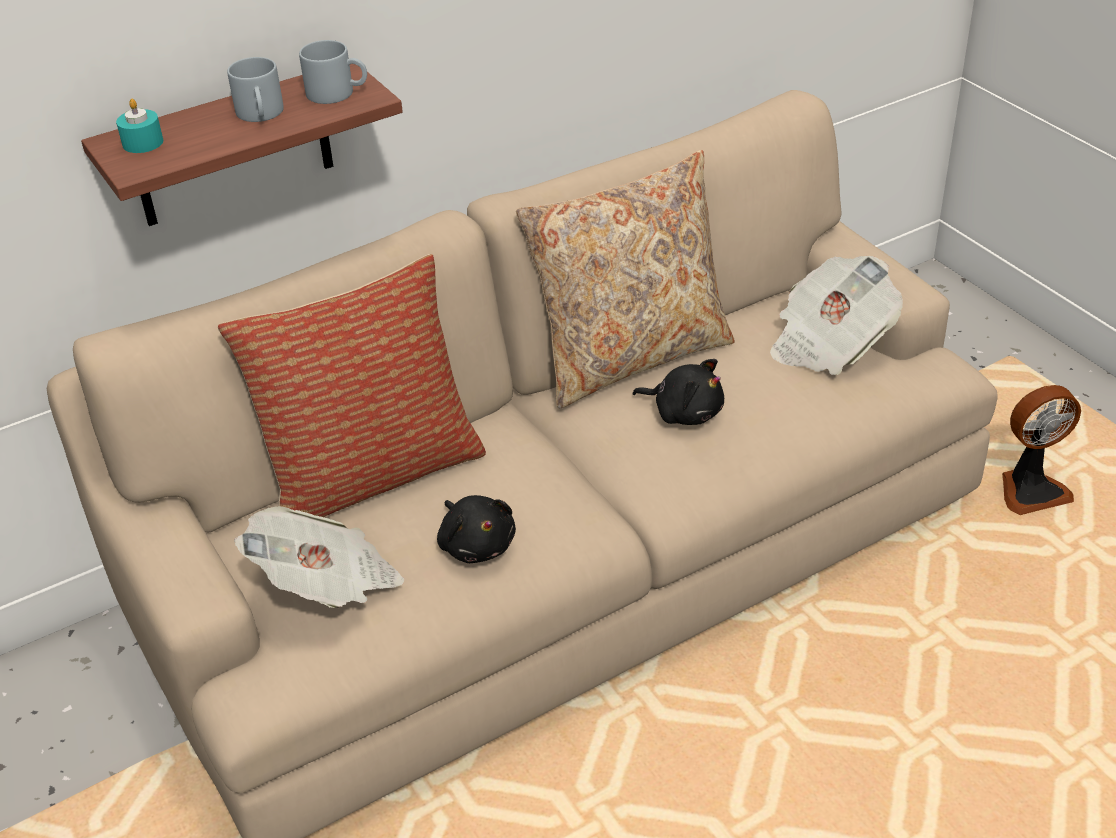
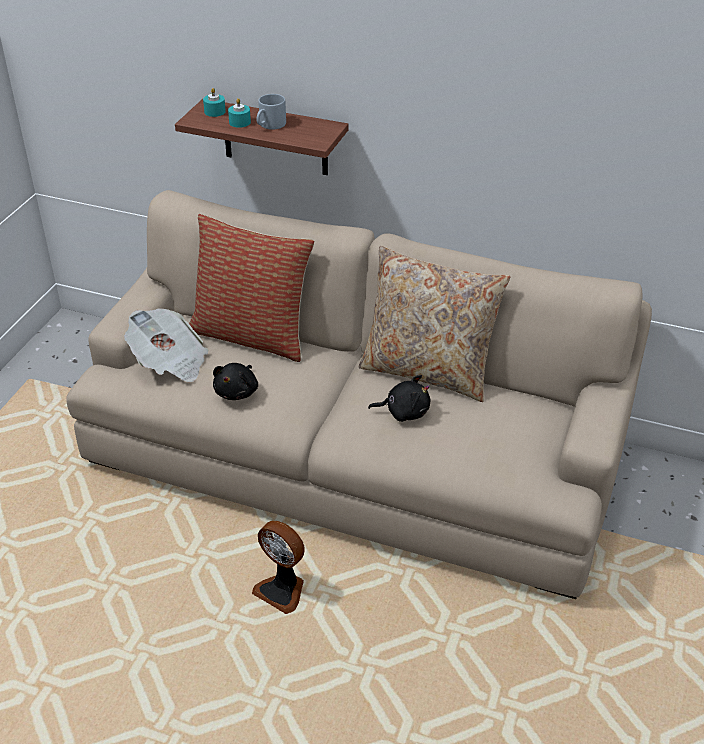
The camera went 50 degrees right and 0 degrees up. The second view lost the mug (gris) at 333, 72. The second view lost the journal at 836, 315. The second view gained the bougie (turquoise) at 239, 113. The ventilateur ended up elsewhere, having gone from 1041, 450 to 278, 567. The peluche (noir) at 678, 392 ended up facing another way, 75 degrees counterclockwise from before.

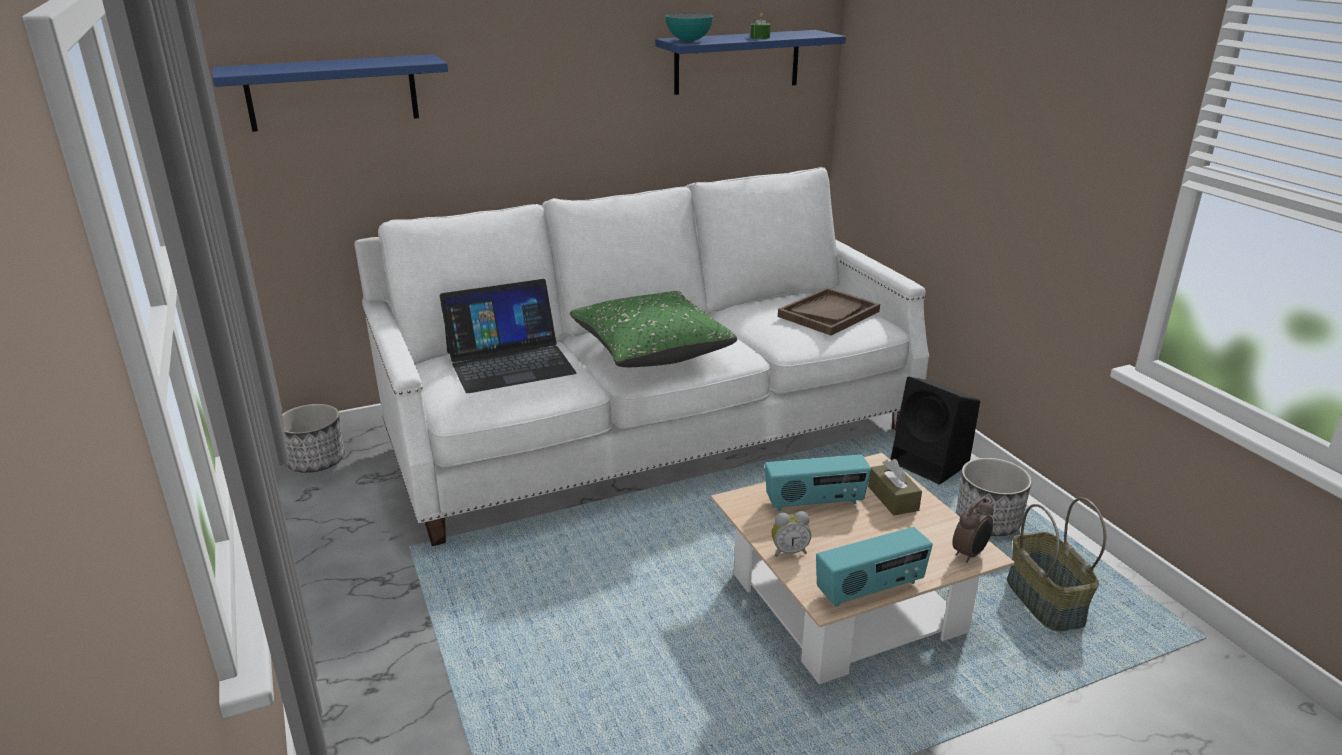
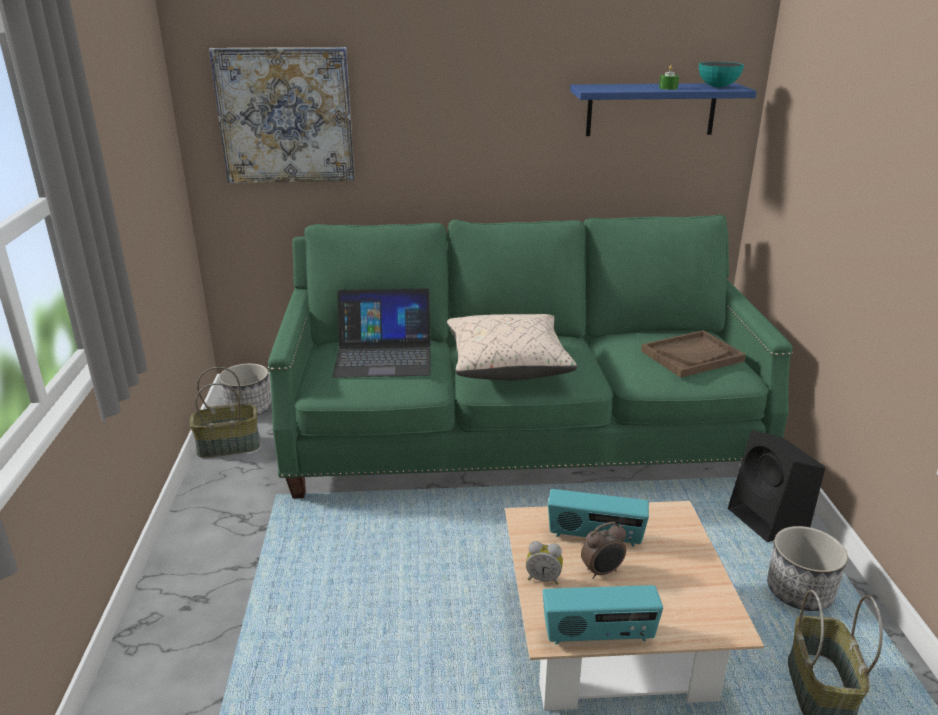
The camera went 20 degrees right and 0 degrees up. The second view lost the boîte à mouchoirs (marron) at 895, 487. The second view gained the panier at 225, 412. The bol ended up elsewhere, having gone from 689, 27 to 721, 74. The réveil ended up elsewhere, having gone from 973, 530 to 603, 550. Where the étagère (bleu) hung at 330, 93, the tableau came to hang at 282, 115. What was the canapé (blanc) at 641, 356 turned into the canapé (vert) at 530, 356. What was the coussin (vert) at 653, 329 turned into the coussin (beige) at 512, 347.

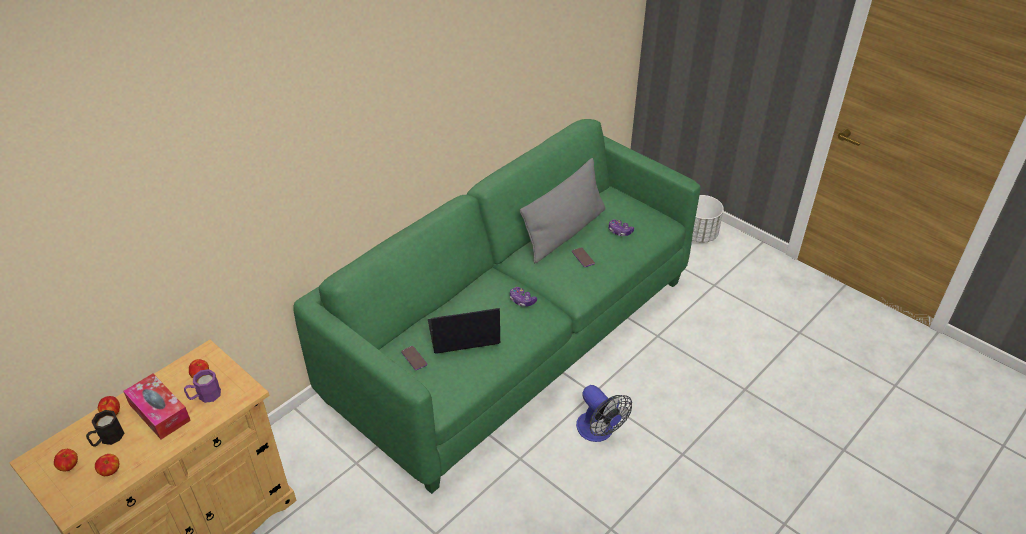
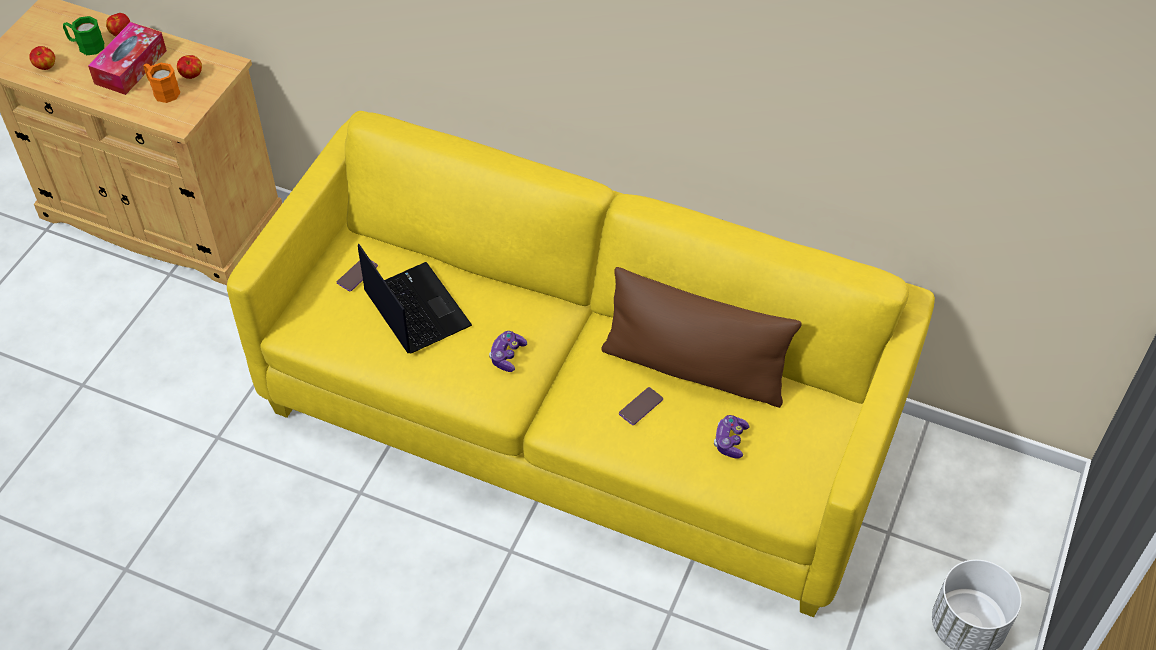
The camera went 70 degrees right and 10 degrees up. The second view lost the pomme at 66, 460. The second view lost the ventilateur at 604, 413. What was the mug (noir) at 105, 428 turned into the mug (vert) at 83, 35. What was the mug (violet) at 202, 386 turned into the mug (orange) at 162, 83. What was the canapé (vert) at 496, 306 turned into the canapé (jaune) at 581, 364. What was the coussin (gris) at 562, 210 turned into the coussin (marron) at 701, 337.

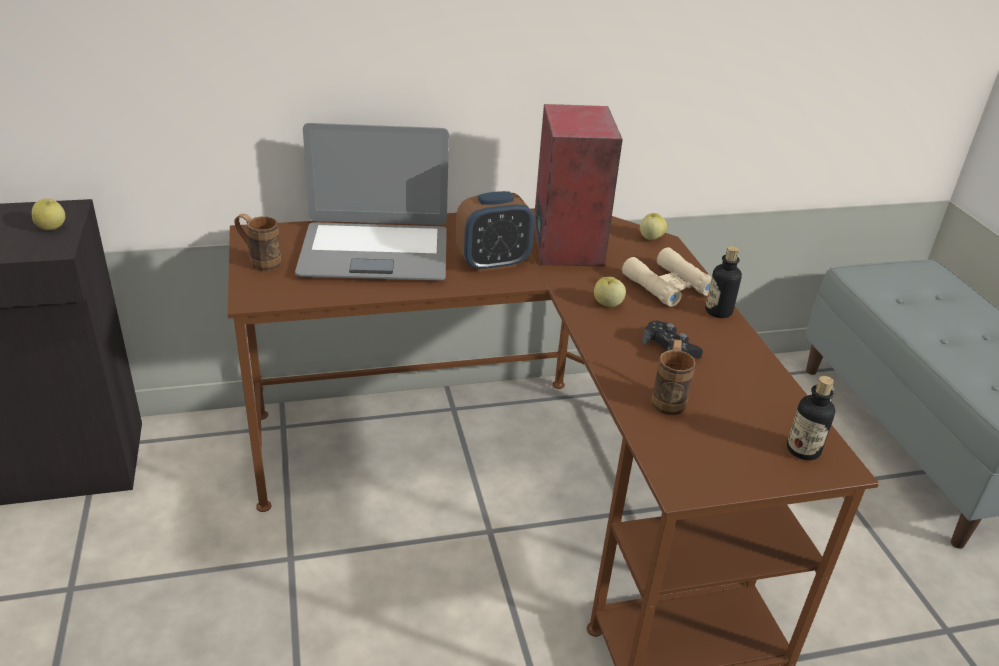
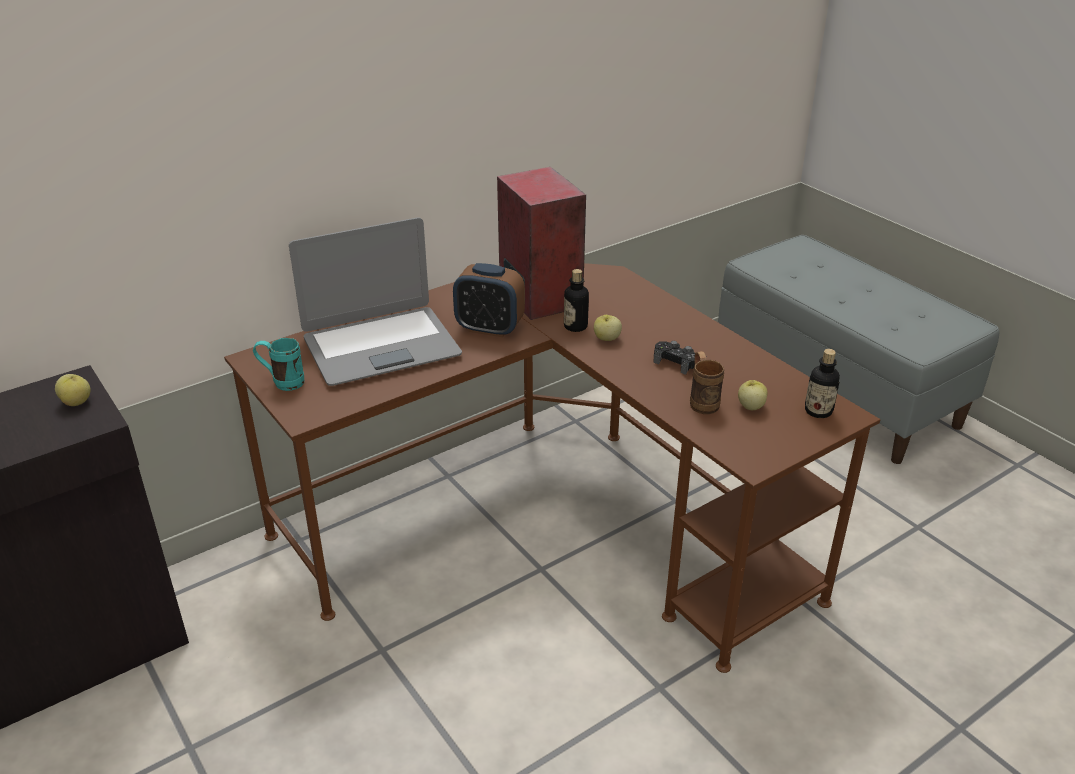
The camera went 20 degrees left and 0 degrees up. The second view lost the jumelles (beige) at 667, 277. The pomme ended up elsewhere, having gone from 653, 226 to 753, 395. The bouteille ended up elsewhere, having gone from 723, 282 to 576, 300. What was the mug (marron) at 257, 242 turned into the mug (turquoise) at 278, 364. The réveil at 495, 231 ended up facing another way, 60 degrees clockwise from before.

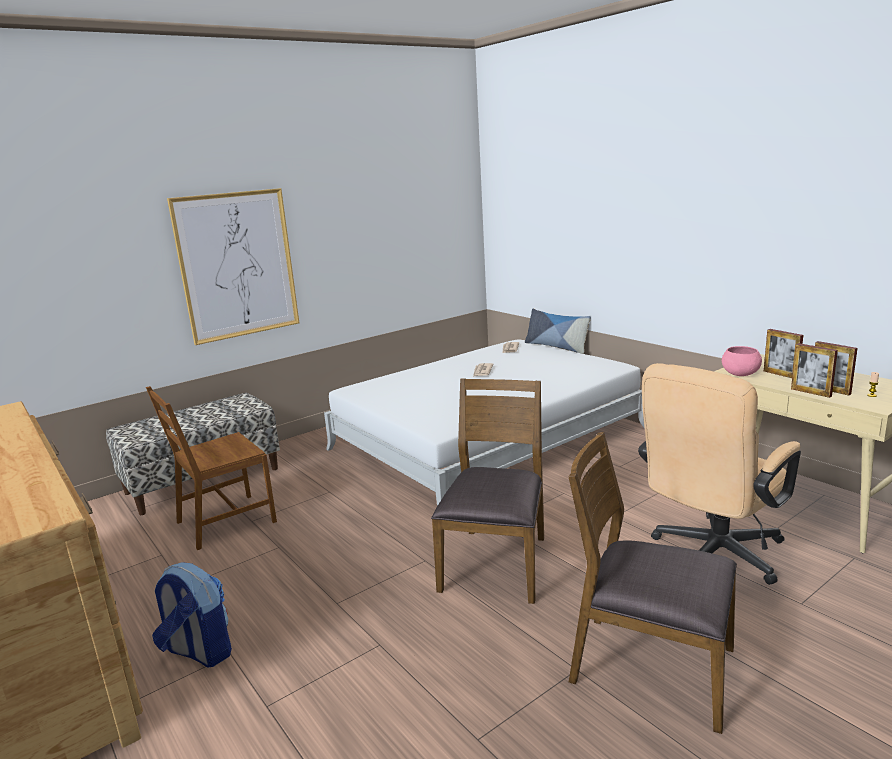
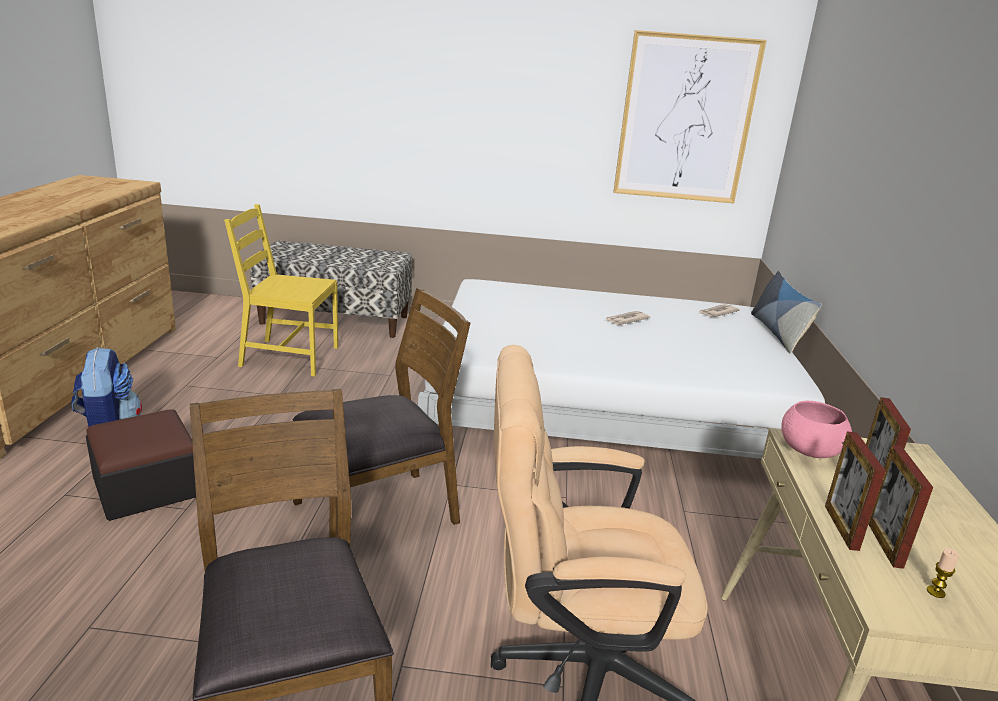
The camera went 40 degrees right and 5 degrees up. The second view gained the pouf at 141, 465. The tableau ended up elsewhere, having gone from 233, 266 to 690, 116. What was the chaise (marron) at 211, 468 turned into the chaise (jaune) at 281, 290.

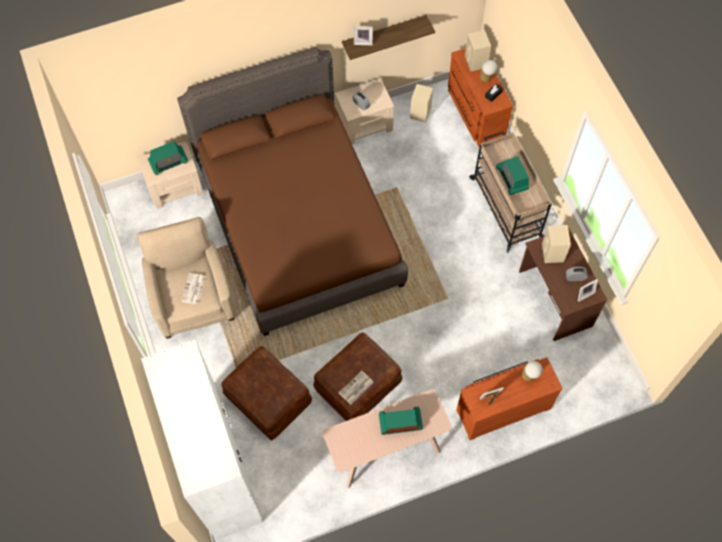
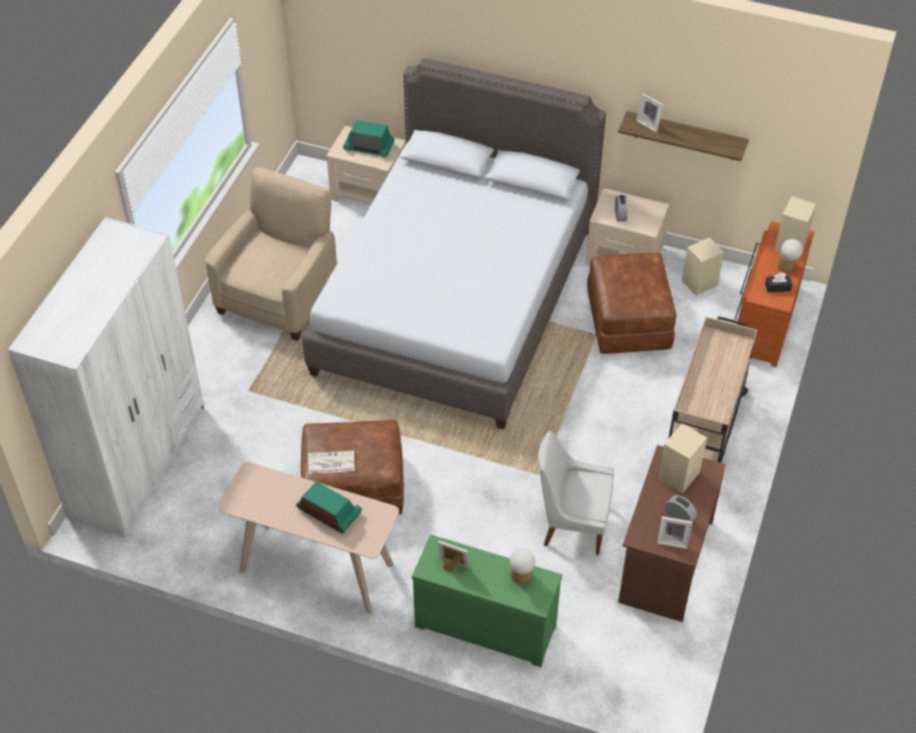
The camera went 40 degrees right and 15 degrees down. The second view lost the journal at 193, 288. The second view lost the radio at 512, 175. The second view gained the chaise (blanc) at 576, 493. The pouf (marron) ended up elsewhere, having gone from 267, 393 to 631, 303. What was the lit (marron) at 292, 191 turned into the lit (gris) at 454, 244. What was the commode (marron) at 509, 398 turned into the commode (vert) at 487, 601.

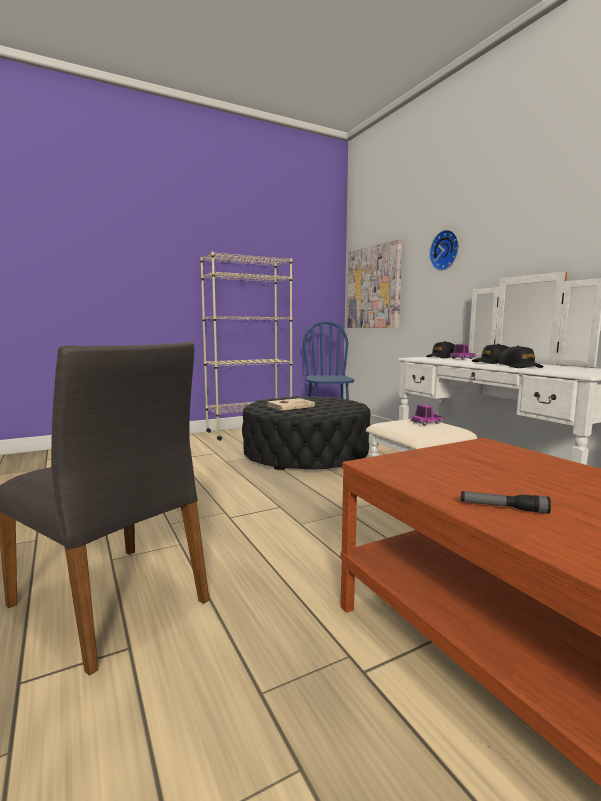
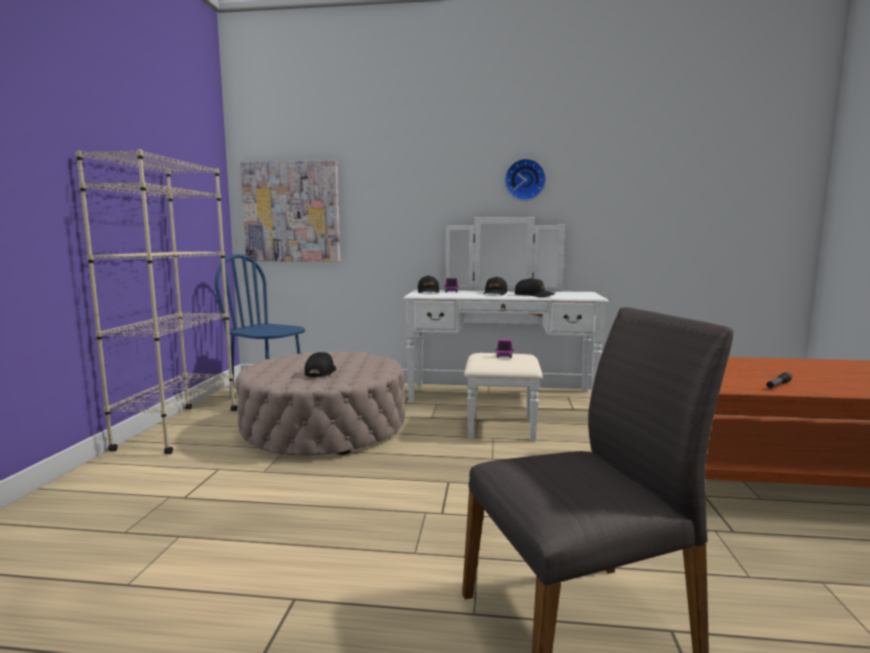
The camera went 55 degrees left and 0 degrees up. The horloge murale ended up elsewhere, having gone from 444, 250 to 525, 180. Where the livre (beige) stood at 290, 404, the casquette (noir) came to stand at 320, 364. What was the pouf (noir) at 306, 433 turned into the pouf (beige) at 320, 403.

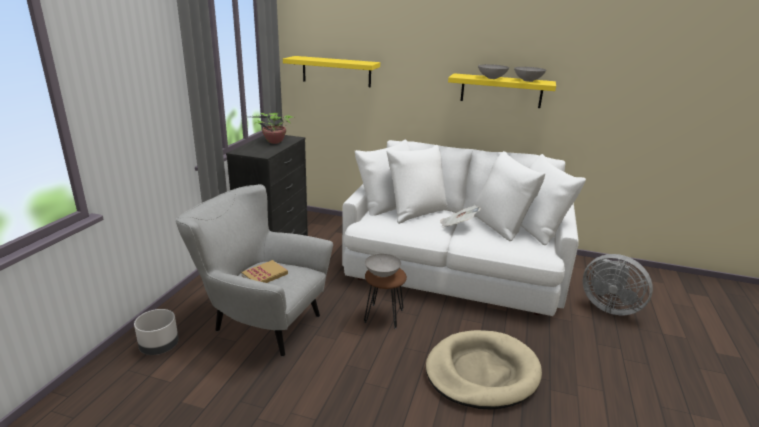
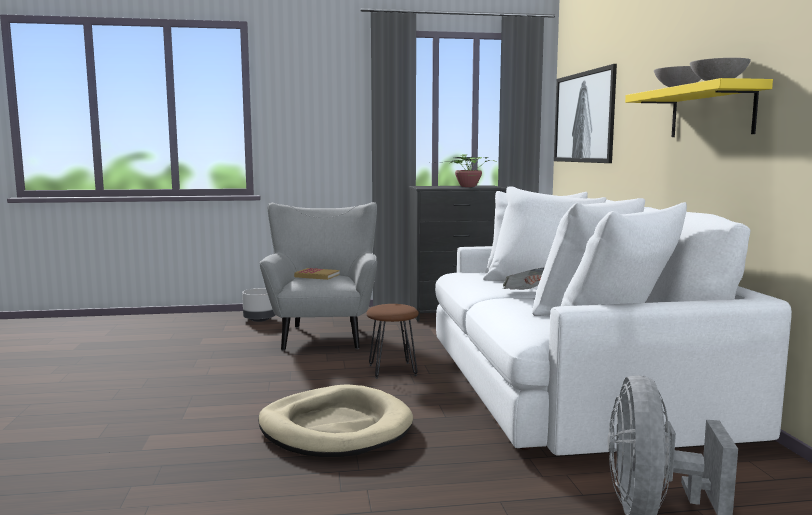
The camera went 65 degrees right and 15 degrees down. The second view lost the bol (gris) at 383, 265. Where the étagère (jaune) hung at 331, 71, the tableau came to hang at 585, 113.

